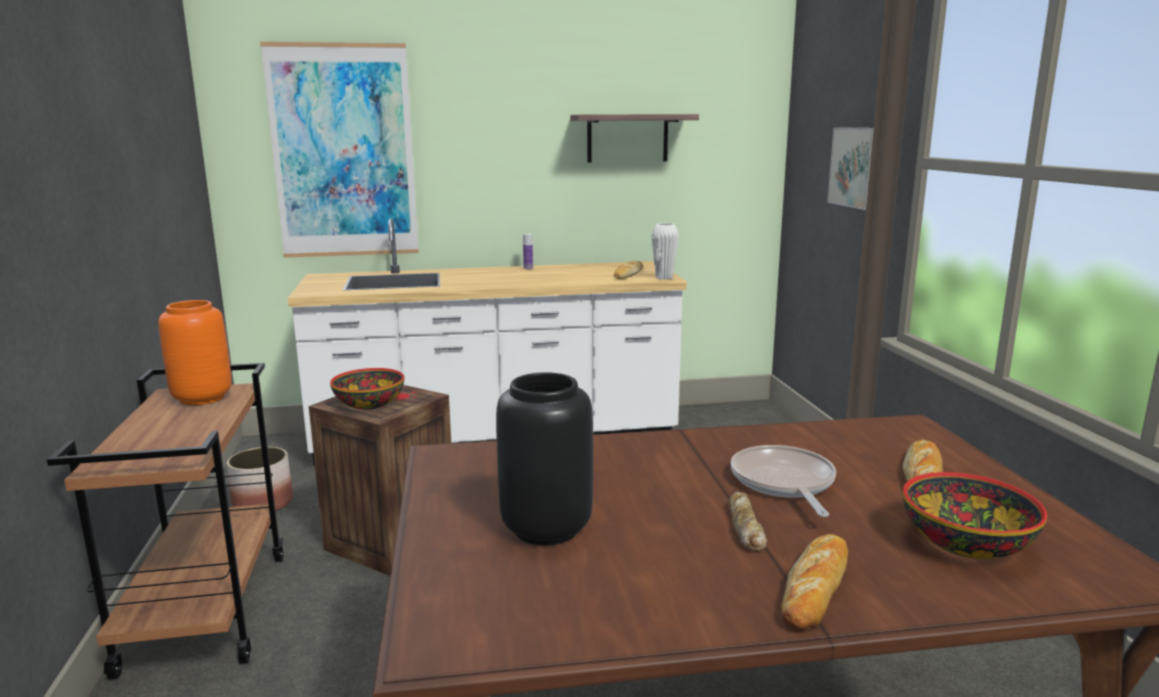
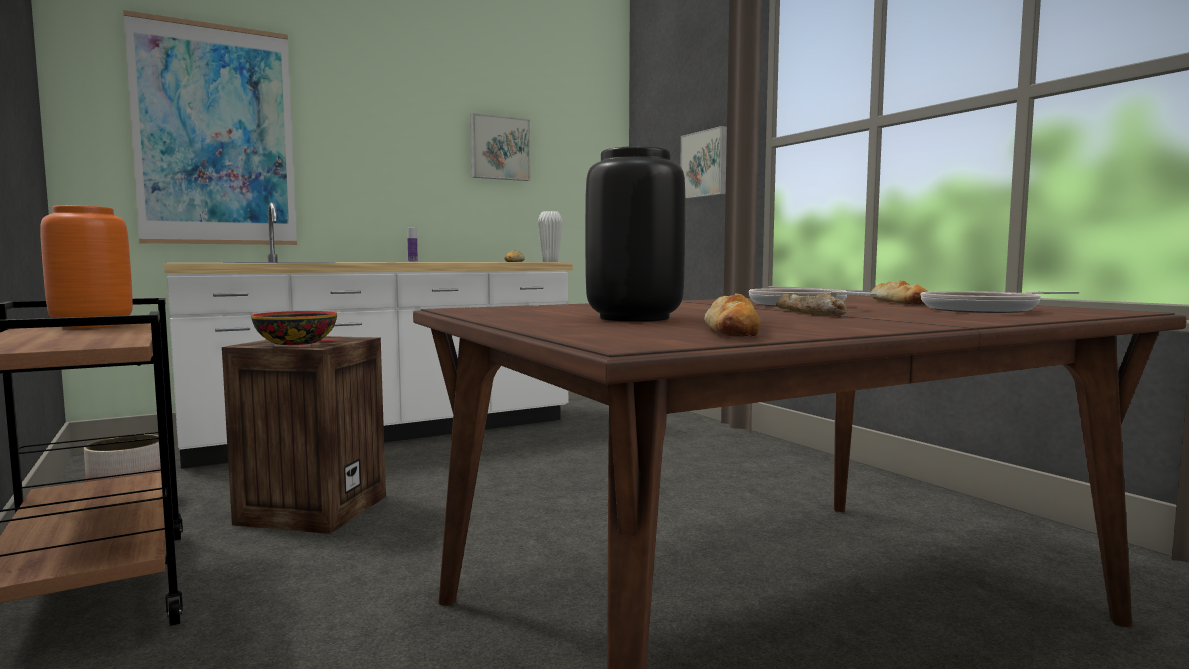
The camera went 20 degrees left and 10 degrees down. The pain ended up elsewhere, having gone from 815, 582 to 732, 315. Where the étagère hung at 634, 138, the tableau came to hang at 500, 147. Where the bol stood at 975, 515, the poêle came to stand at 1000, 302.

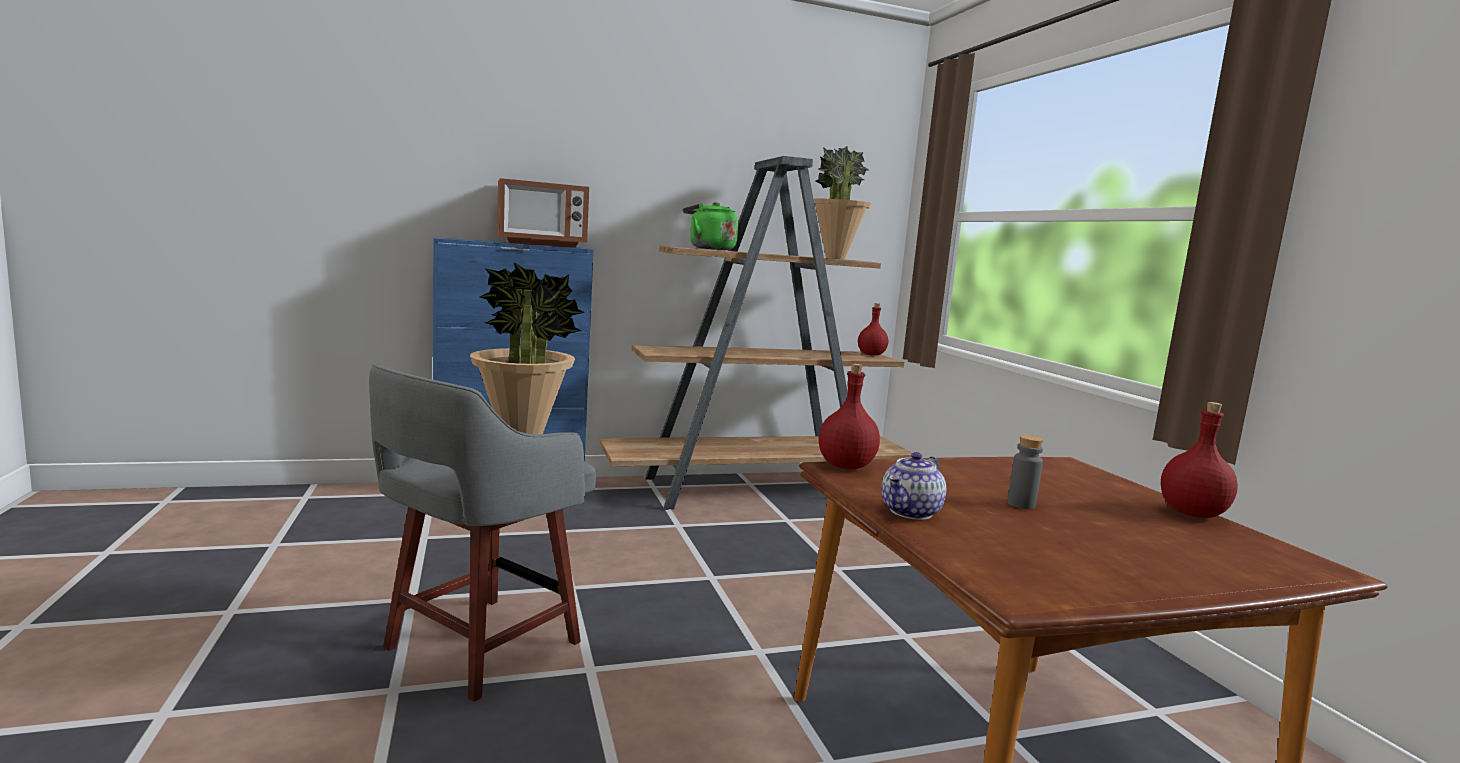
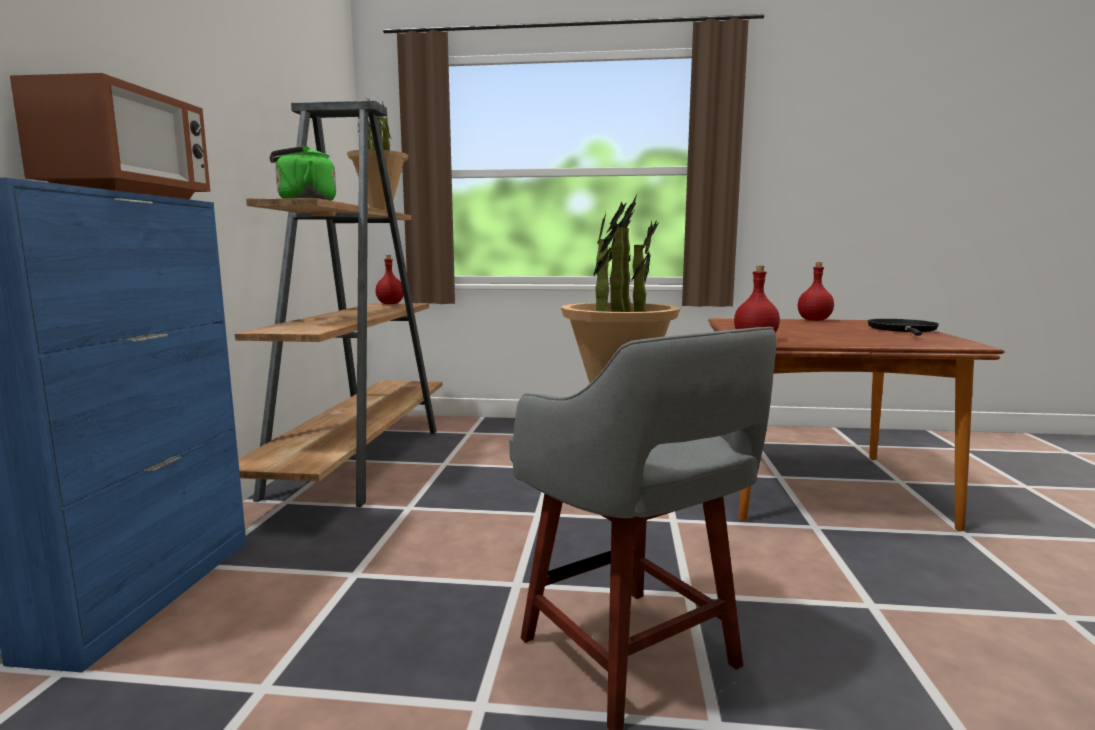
The camera went 65 degrees left and 0 degrees up. The second view lost the théière at 913, 486. The second view lost the bouteille (gris) at 1025, 472. The second view gained the poêle (noir) at 903, 327.

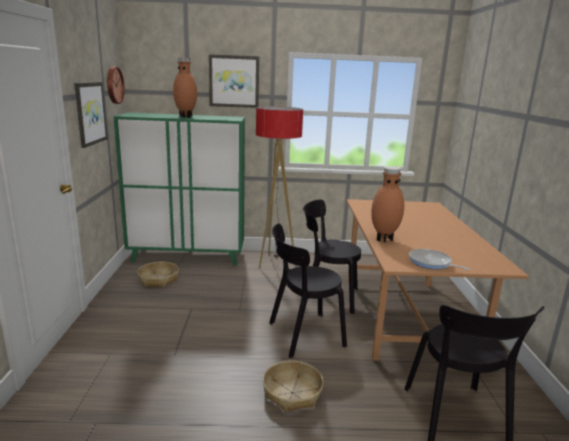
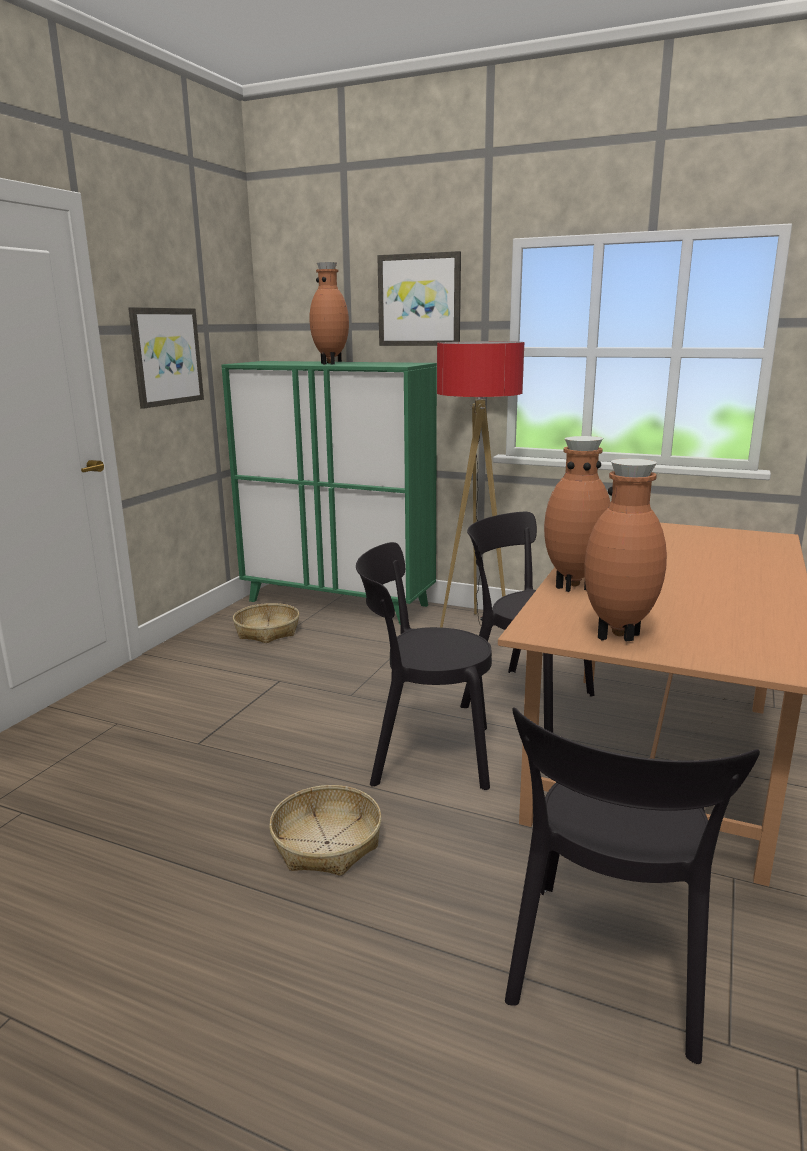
The camera went 25 degrees right and 0 degrees up. The second view lost the horloge murale at 116, 85. Where the poêle stood at 439, 260, the vase (marron) came to stand at 625, 550.

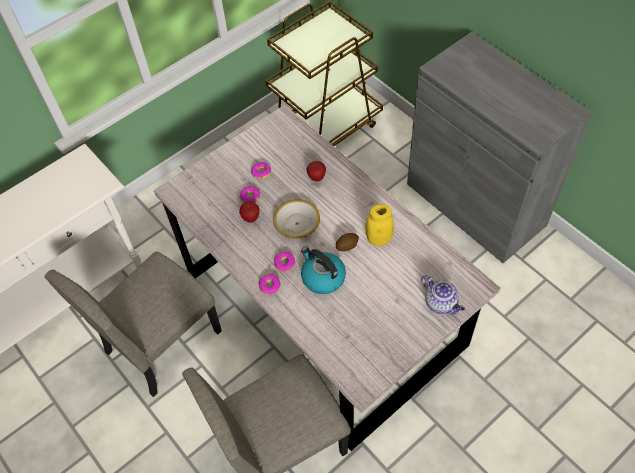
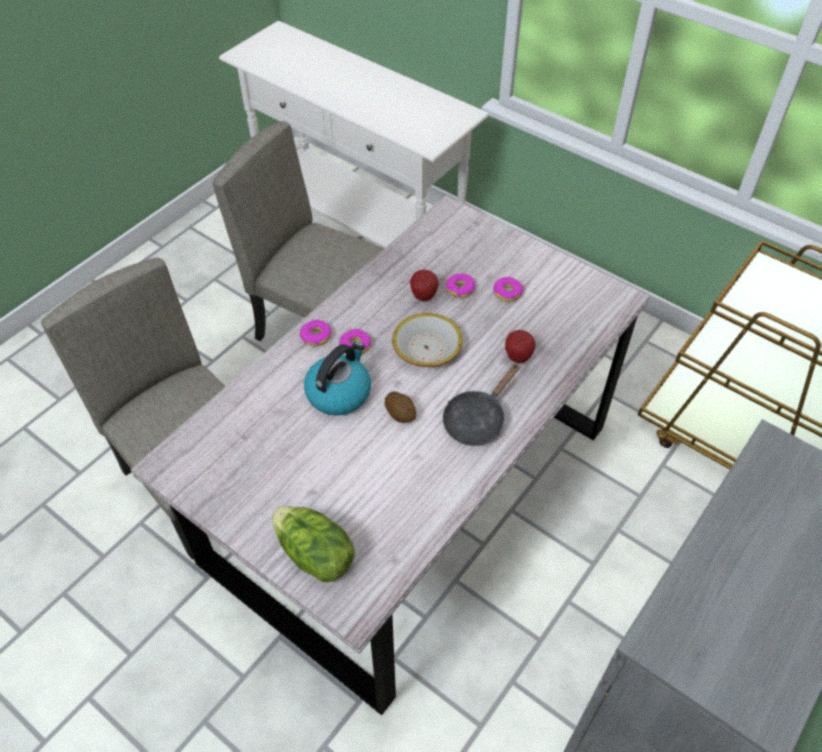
The camera went 75 degrees right and 5 degrees down. The second view lost the bocal (jaune) at 379, 225. The second view gained the poêle (noir) at 481, 404. Where the théière stood at 443, 294, the laitue came to stand at 313, 544.

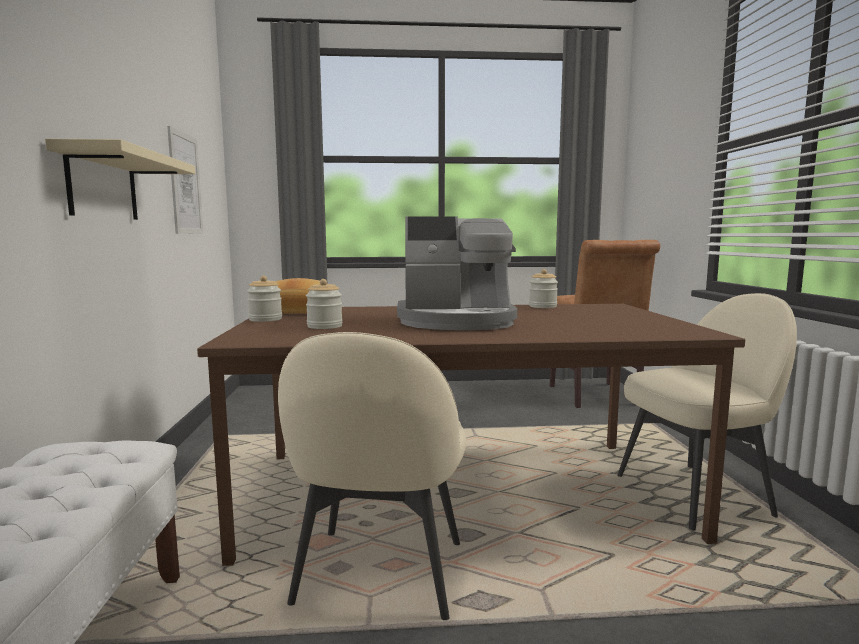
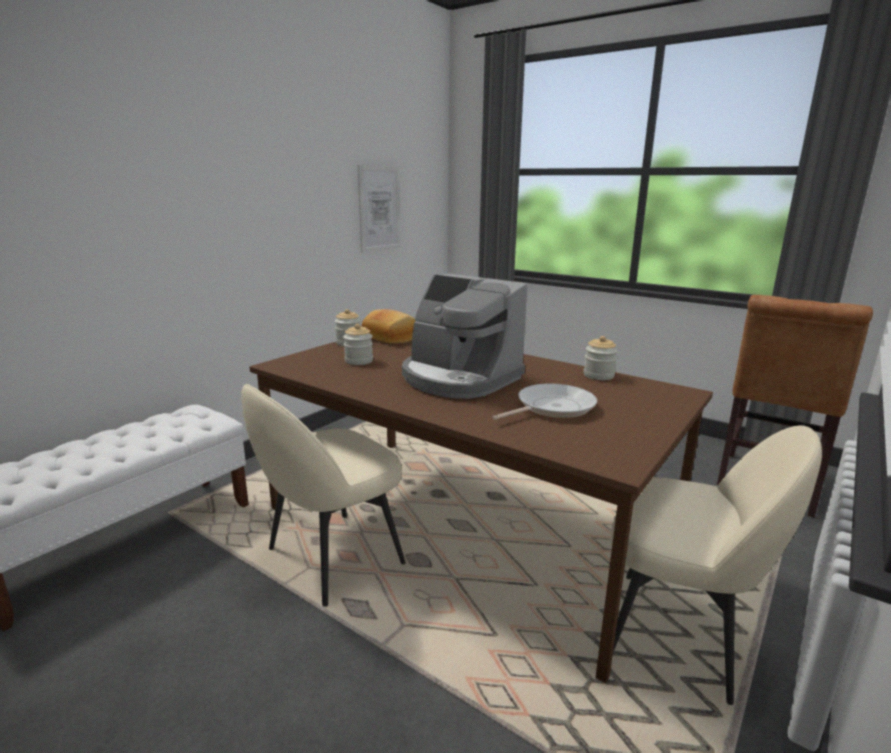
The camera went 40 degrees right and 10 degrees up. The second view lost the étagère (beige) at 120, 179. The second view gained the poêle at 544, 401.

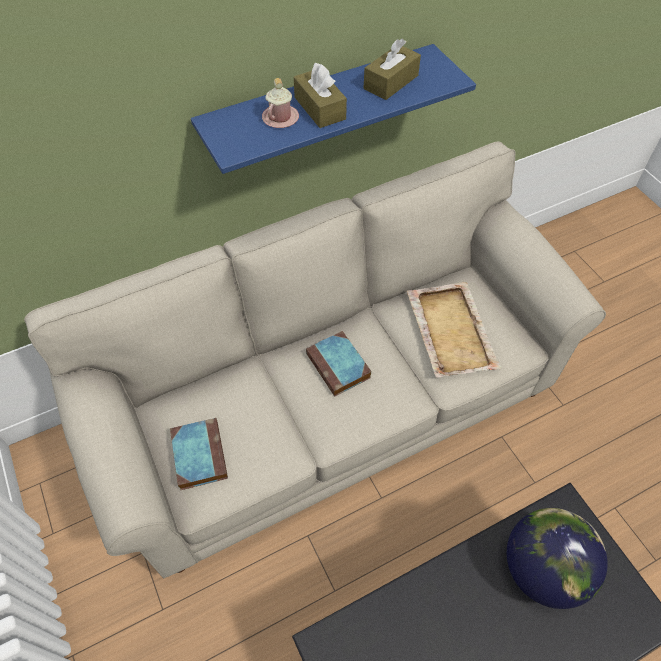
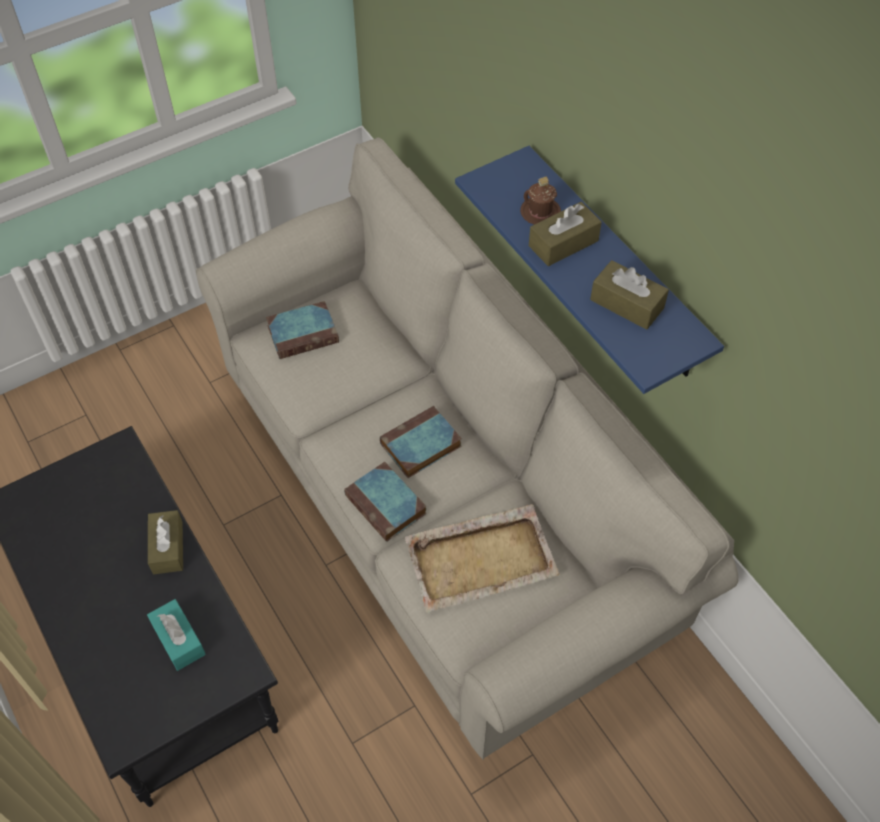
The camera went 85 degrees right and 0 degrees up. The second view gained the boîte à mouchoirs (marron) at 165, 542. The second view gained the livre at 385, 502. Where the globe stood at 557, 558, the boîte à mouchoirs (turquoise) came to stand at 176, 635. What was the mug (rose) at 280, 103 turned into the mug (marron) at 540, 201.

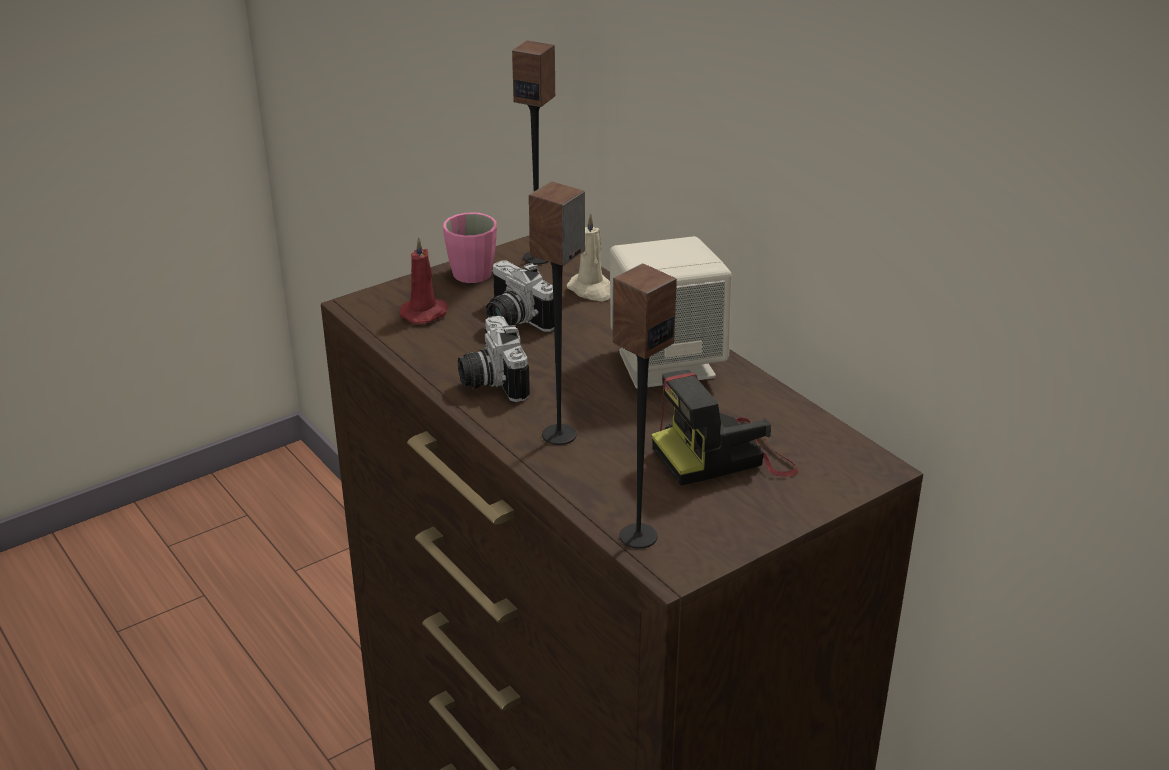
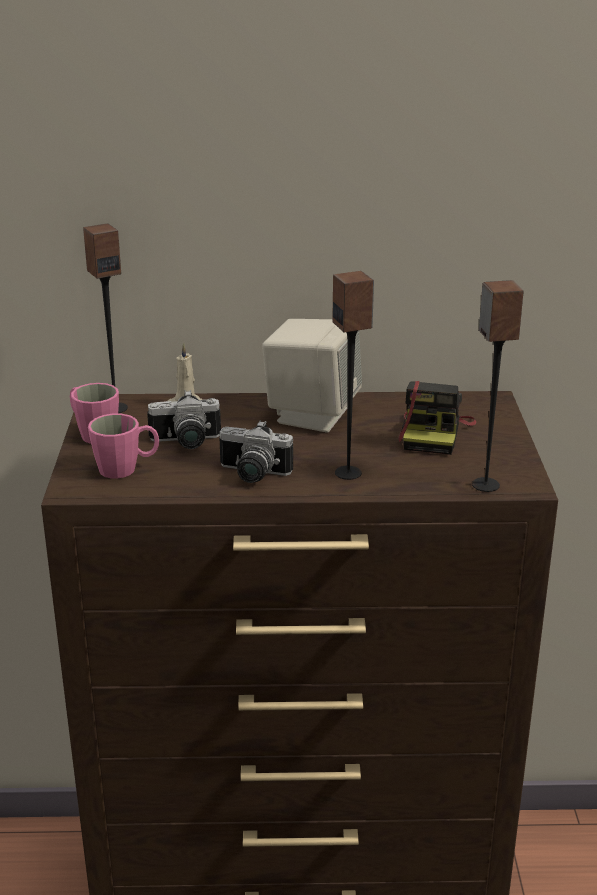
The camera went 55 degrees left and 5 degrees down. Where the bougie (rouge) stood at 424, 280, the mug (rose) came to stand at 123, 446.

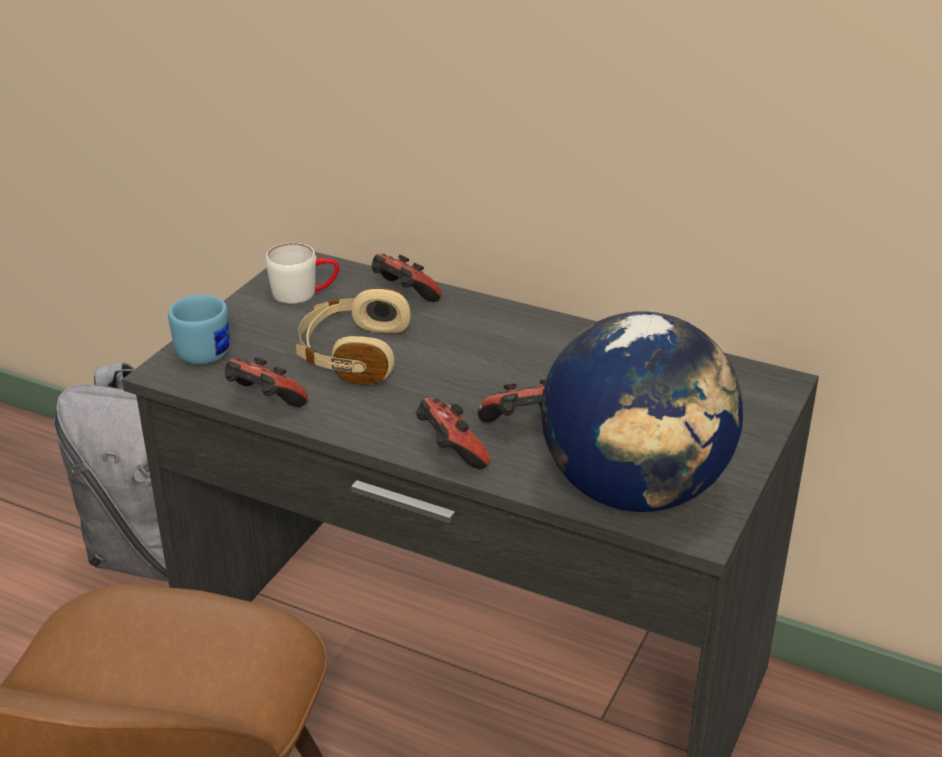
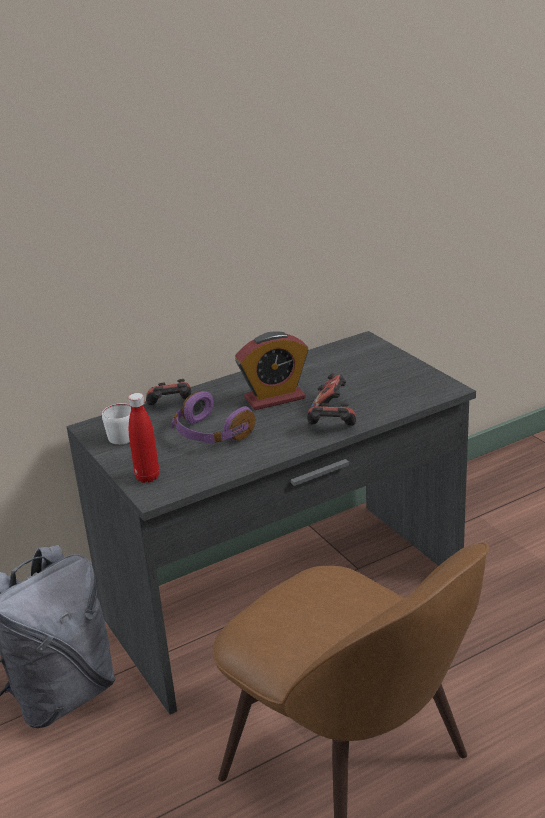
The camera went 55 degrees left and 5 degrees down. The second view lost the manette at 266, 382. The second view lost the globe at 642, 411. The second view gained the réveil at 271, 370. Where the mug (bleu) stood at 199, 329, the bouteille (rouge) came to stand at 143, 438. What was the casque audio (beige) at 353, 336 turned into the casque audio (violet) at 213, 417.

